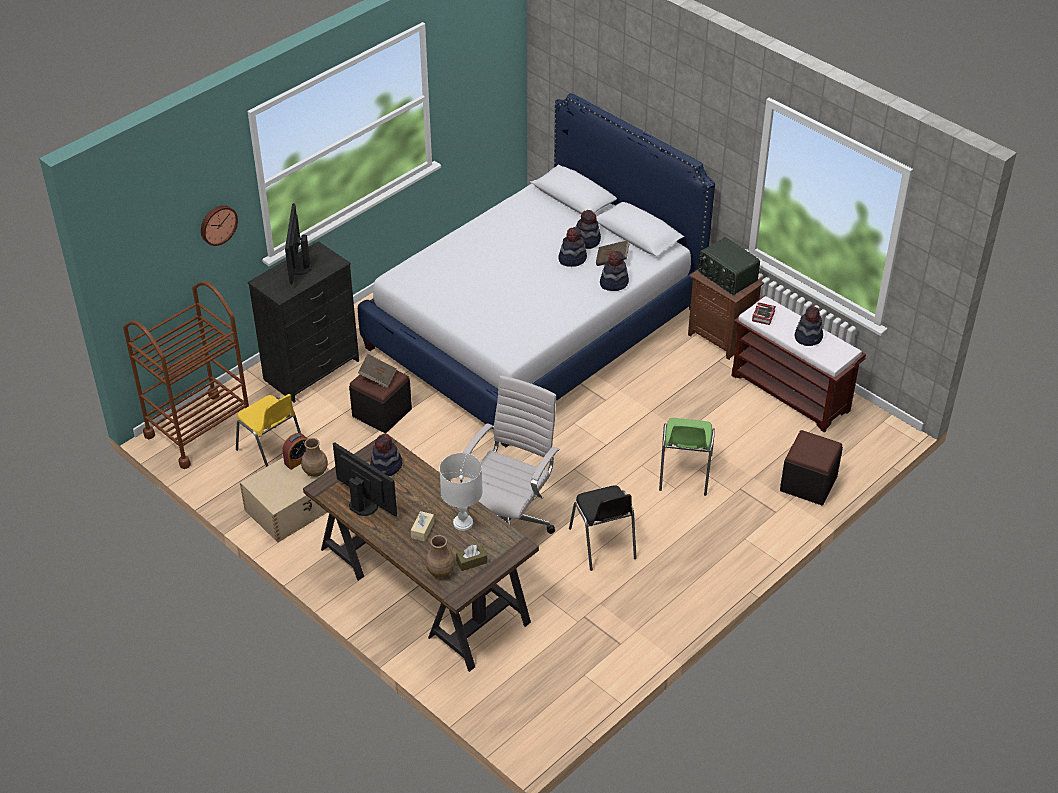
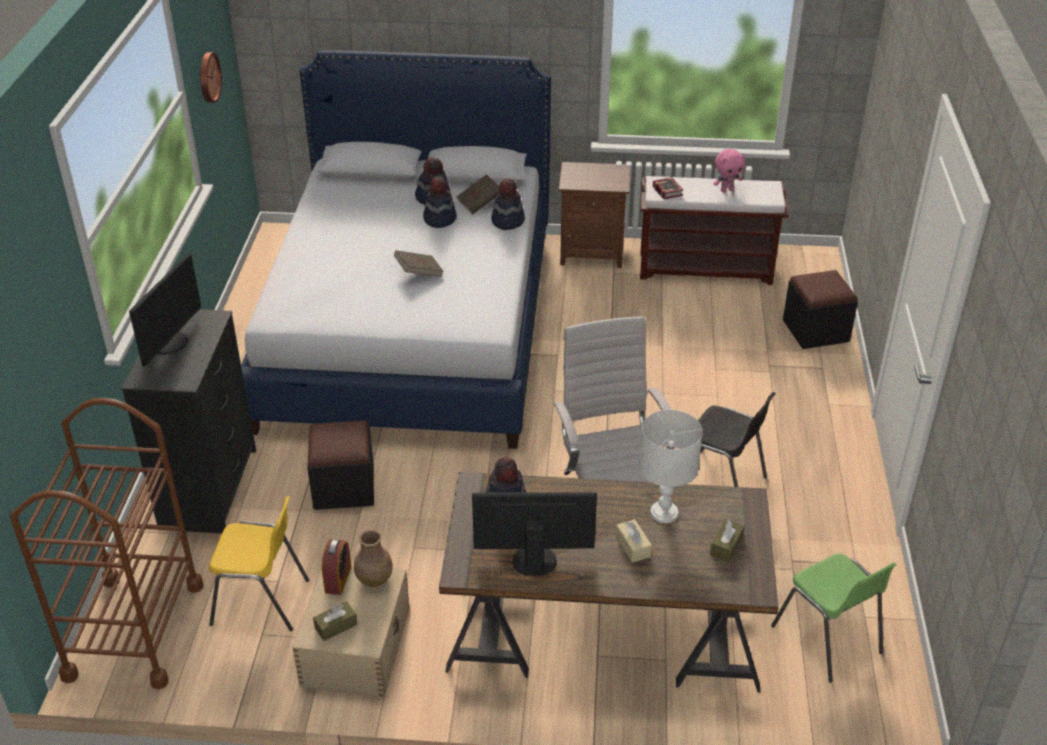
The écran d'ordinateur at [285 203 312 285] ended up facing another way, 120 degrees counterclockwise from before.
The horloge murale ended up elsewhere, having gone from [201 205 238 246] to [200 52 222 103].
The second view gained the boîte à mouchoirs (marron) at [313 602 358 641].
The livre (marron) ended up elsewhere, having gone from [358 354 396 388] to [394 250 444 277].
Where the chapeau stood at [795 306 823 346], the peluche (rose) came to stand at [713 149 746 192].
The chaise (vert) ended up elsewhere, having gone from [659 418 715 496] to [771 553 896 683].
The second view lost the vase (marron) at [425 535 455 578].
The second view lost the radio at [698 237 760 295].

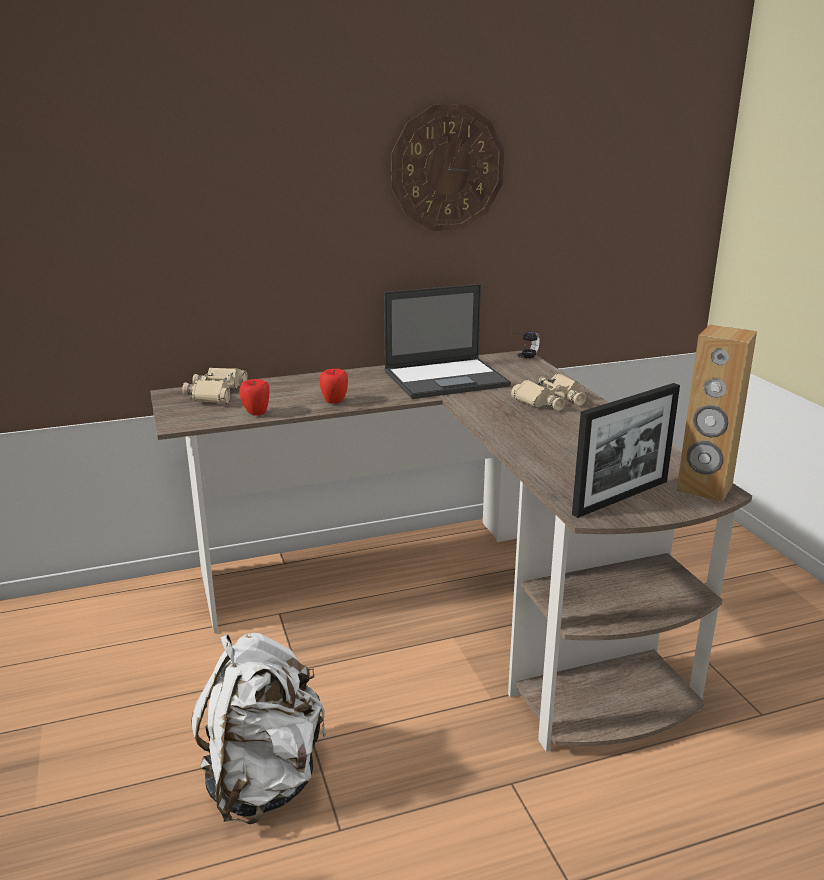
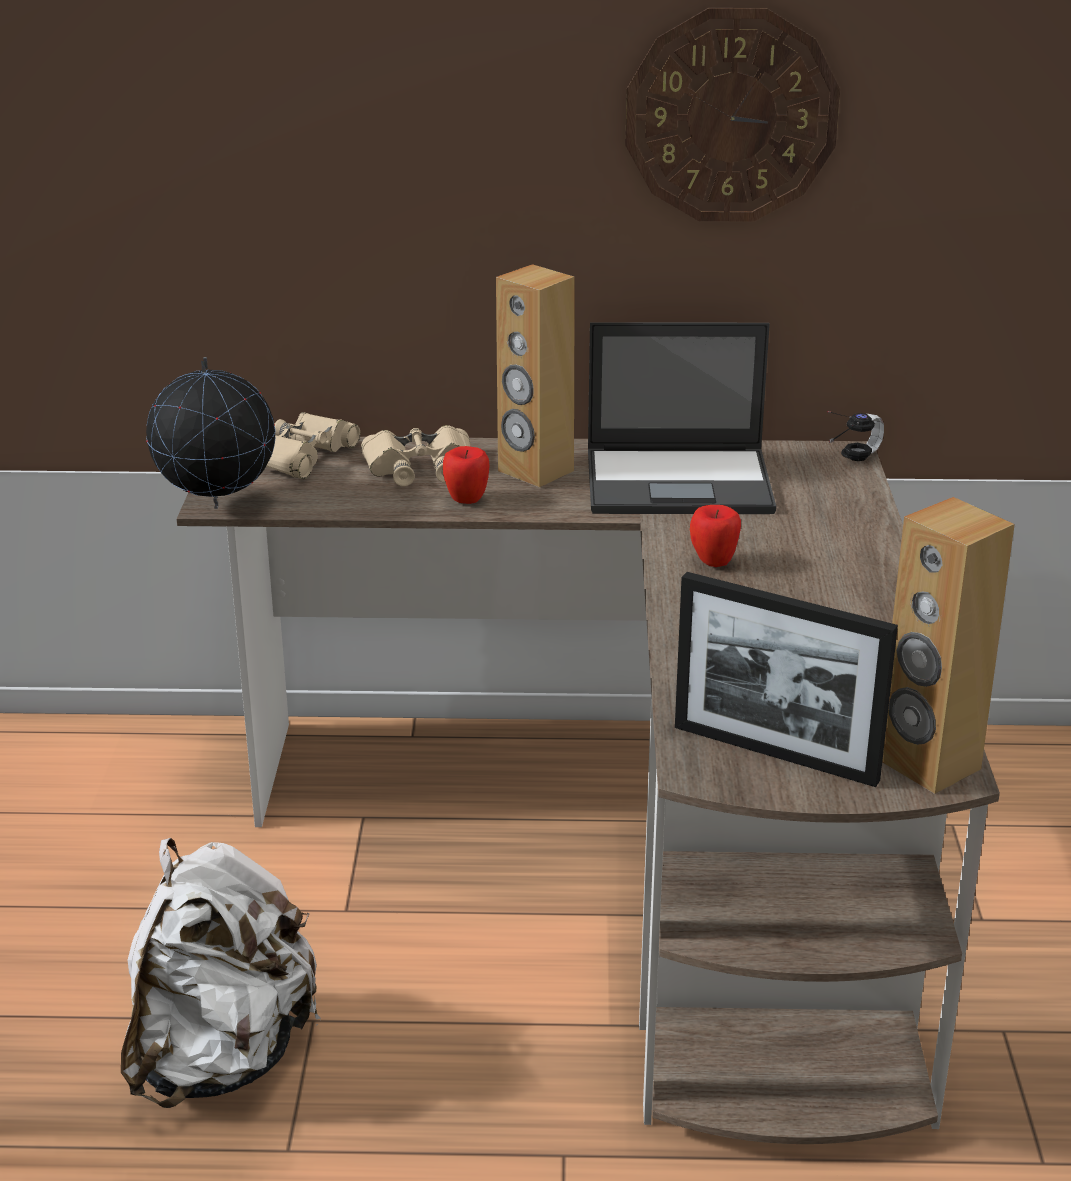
The second view gained the globe at [146 357 275 509].
The jumelles (beige) ended up elsewhere, having gone from [511 373 586 411] to [361 425 470 486].
The second view gained the enceinte (marron) at [496 264 575 487].
The cadre photo at [572 383 680 518] ended up facing another way, 45 degrees clockwise from before.
The pomme ended up elsewhere, having gone from [239 379 270 416] to [690 505 741 567].

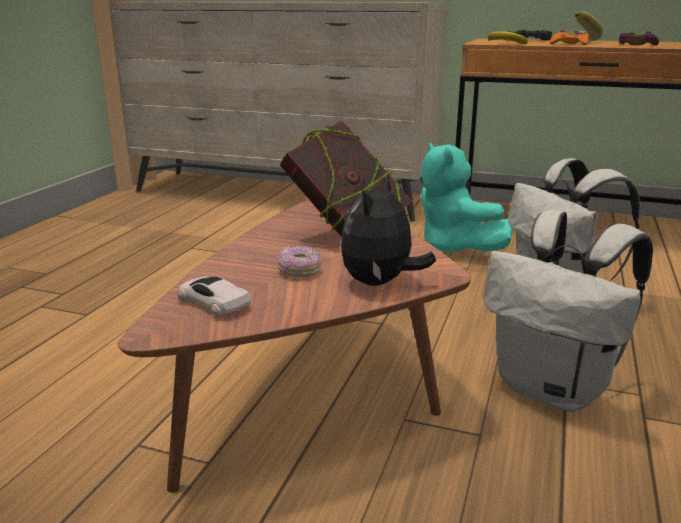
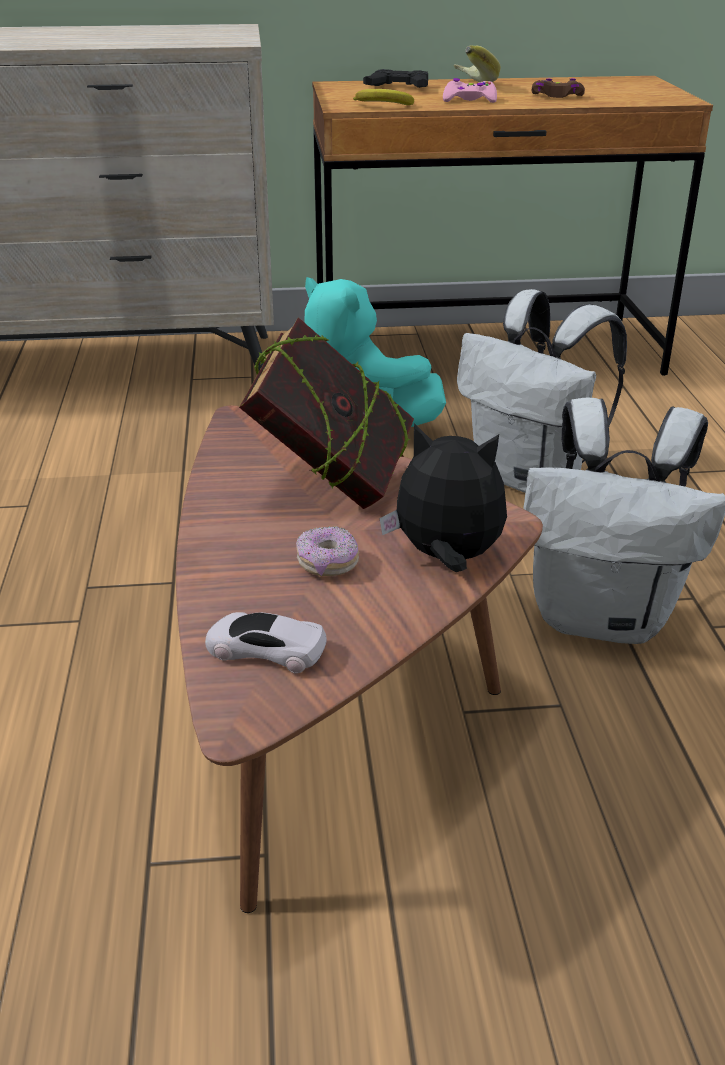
The peluche at [341 175 436 286] ended up facing another way, 105 degrees clockwise from before.
What was the manette (orange) at [550 30 589 45] turned into the manette (rose) at [443 78 497 103].

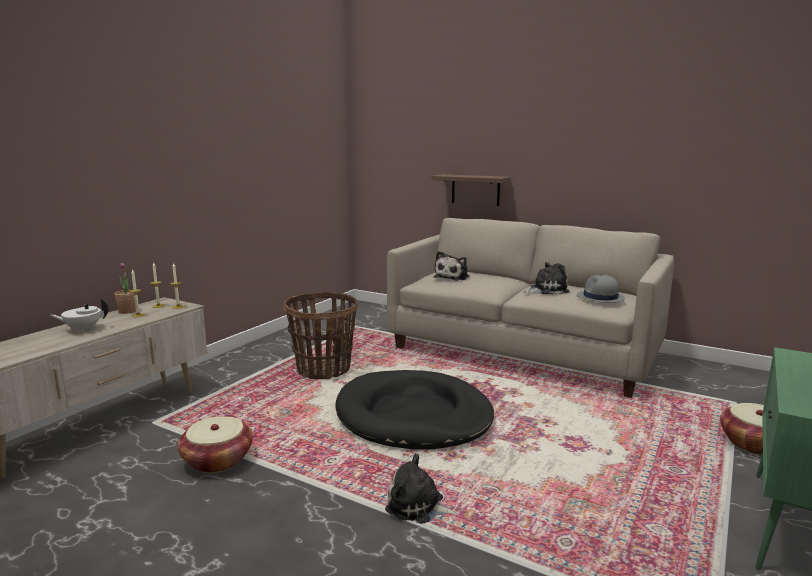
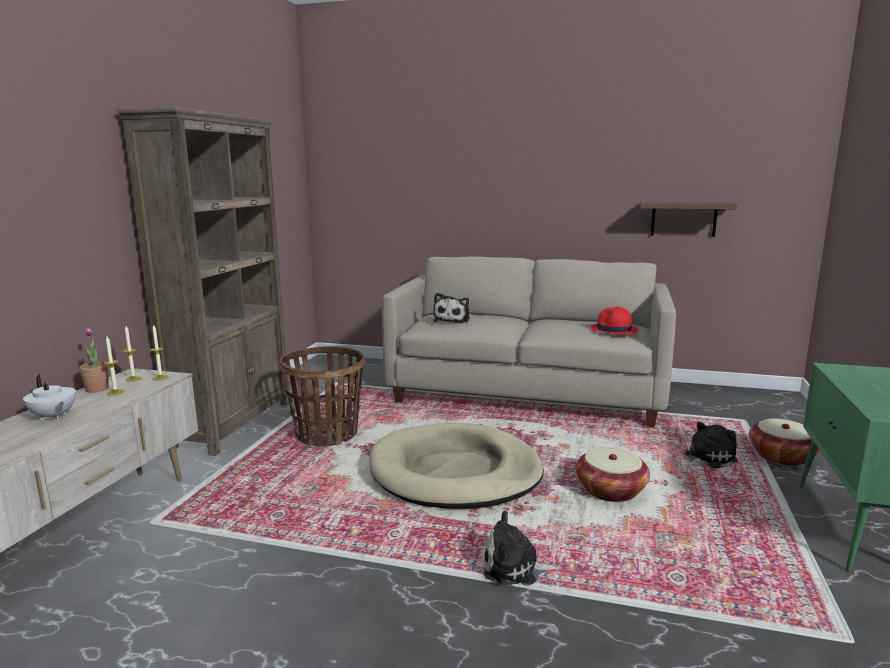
The théière (blanc) at [51 298 108 332] ended up facing another way, 105 degrees counterclockwise from before.
The second view gained the bibliothèque (marron) at [117 106 289 456].
What was the panier pour chien (noir) at [335 370 494 450] turned into the panier pour chien (beige) at [369 423 544 509].
The panier ended up elsewhere, having gone from [178 416 253 473] to [576 447 650 502].
What was the chapeau (gris) at [577 275 625 303] turned into the chapeau (rouge) at [590 307 638 335].
The étagère ended up elsewhere, having gone from [432 174 511 206] to [640 202 738 237].
The peluche ended up elsewhere, having gone from [524 262 570 295] to [684 422 738 469].

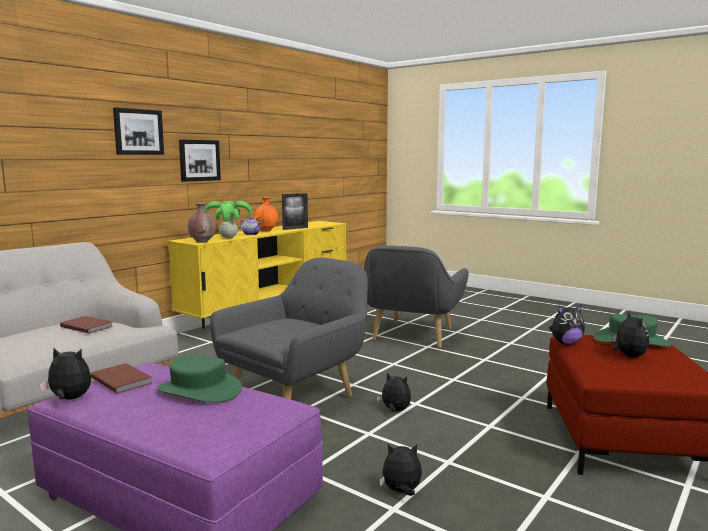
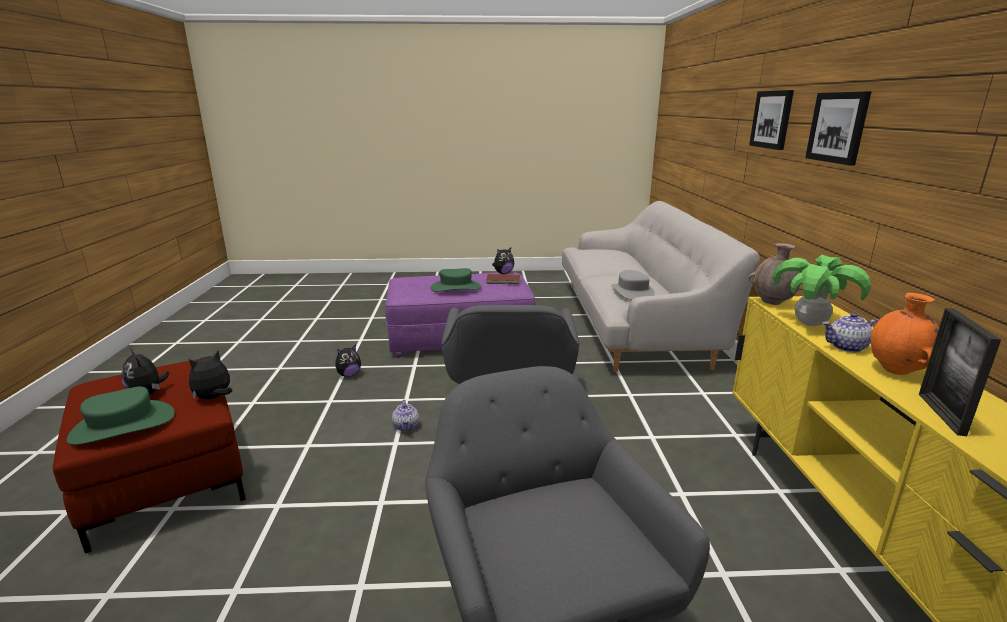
Where the peluche stood at [377 372 411 411], the théière came to stand at [392 400 419 432].
Where the livre (marron) stood at [60 316 113 334], the chapeau (gris) came to stand at [611 270 655 300].
The tableau ended up elsewhere, having gone from [179 140 221 182] to [749 90 794 150].

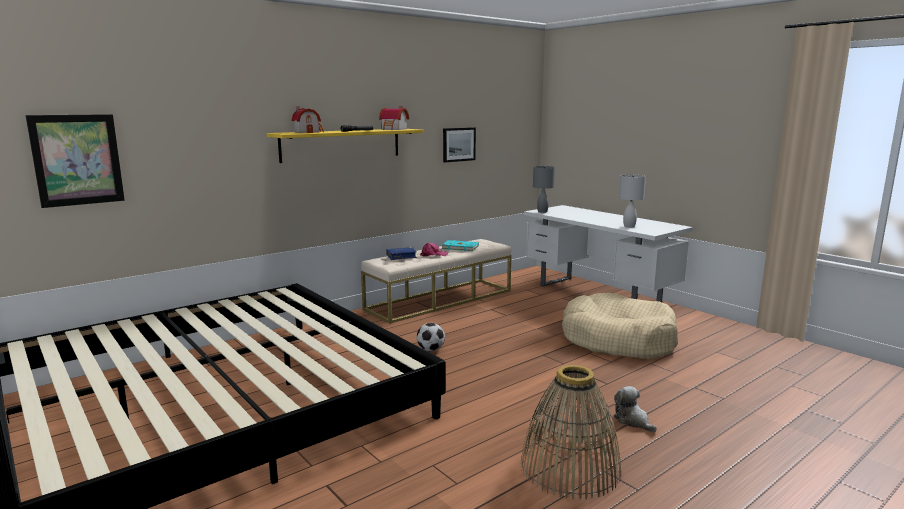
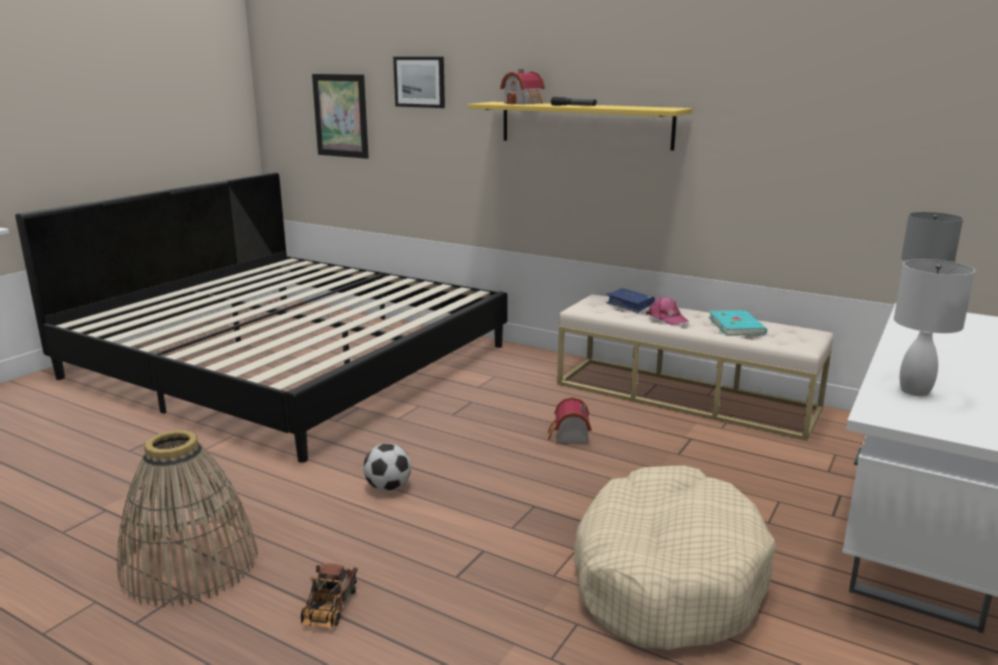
Where the peluche stood at [614 386 657 432], the camion jouet came to stand at [301 563 358 628].
The ballon de foot ended up elsewhere, having gone from [417 323 445 351] to [363 443 411 491].
The tableau ended up elsewhere, having gone from [443 127 476 162] to [393 57 445 108].
The maison miniature ended up elsewhere, having gone from [379 106 409 130] to [548 397 591 444].

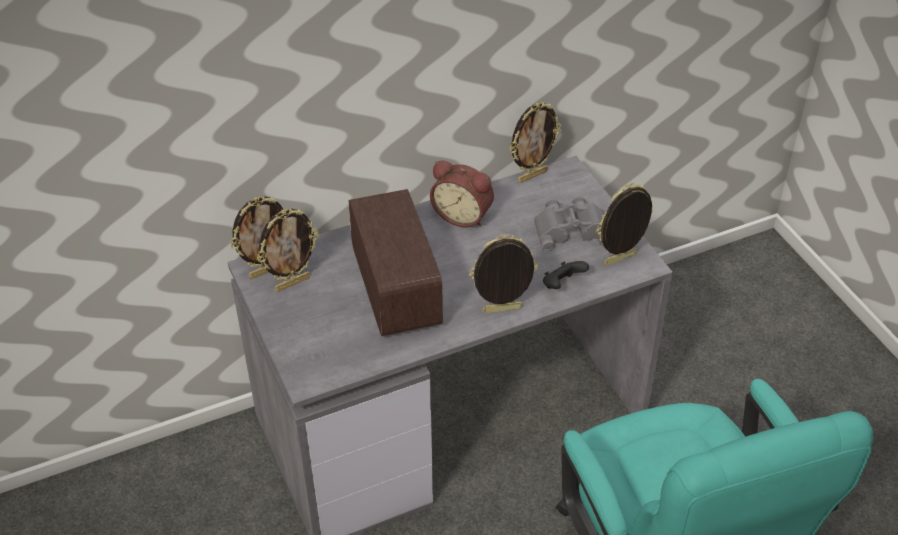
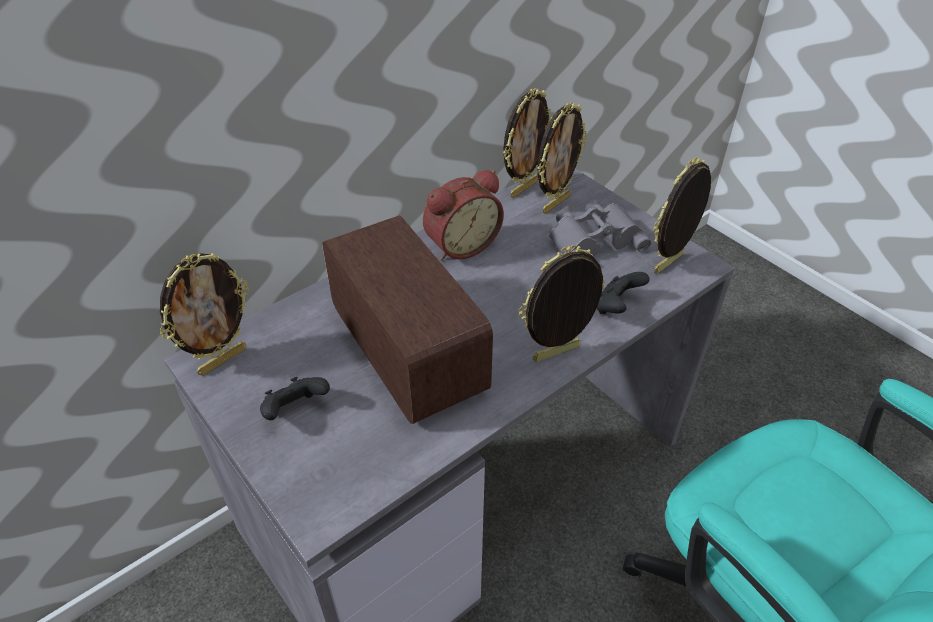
The second view gained the manette (noir) at [260 377 330 420].
The réveil at [430 161 494 227] ended up facing another way, 45 degrees counterclockwise from before.
The cadre photo ended up elsewhere, having gone from [257 208 319 292] to [538 102 587 214].

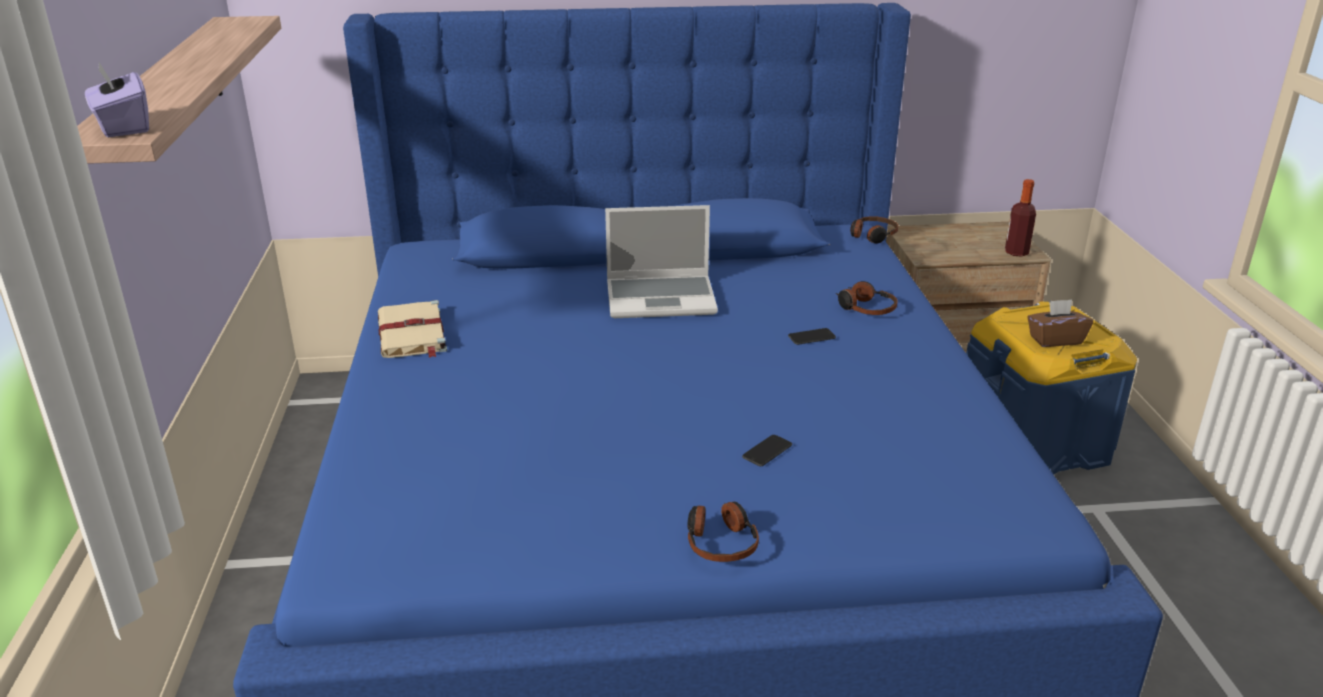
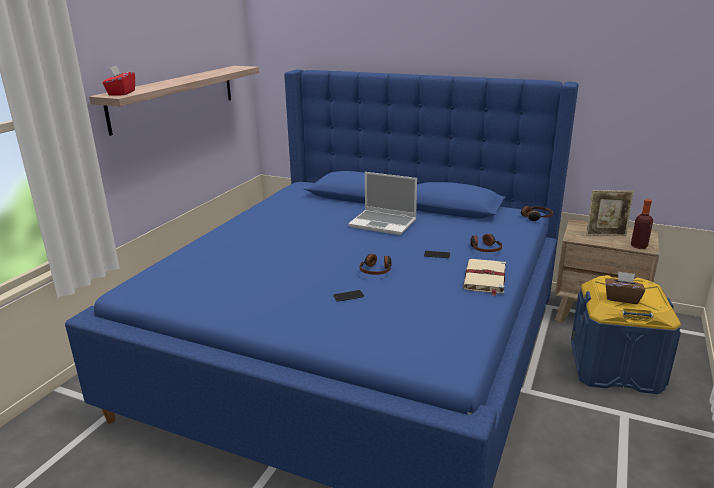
What was the boîte à mouchoirs (violet) at [85 61 149 138] turned into the boîte à mouchoirs (rouge) at [102 65 135 96].
The casque audio ended up elsewhere, having gone from [687 501 759 562] to [360 254 391 275].
The livre (beige) ended up elsewhere, having gone from [378 300 447 358] to [463 259 506 296].
The second view gained the cadre photo at [586 190 634 236].

